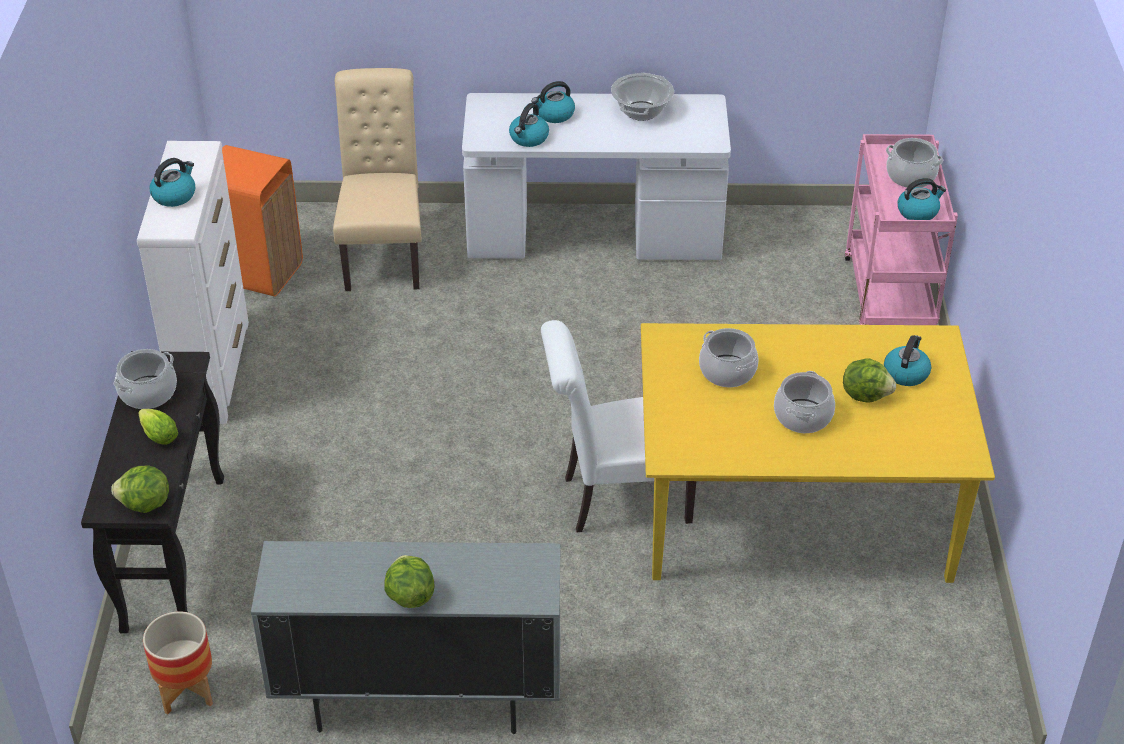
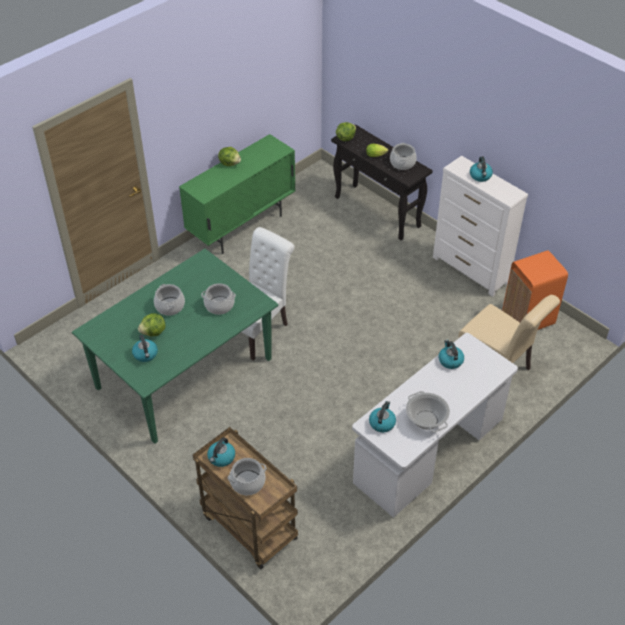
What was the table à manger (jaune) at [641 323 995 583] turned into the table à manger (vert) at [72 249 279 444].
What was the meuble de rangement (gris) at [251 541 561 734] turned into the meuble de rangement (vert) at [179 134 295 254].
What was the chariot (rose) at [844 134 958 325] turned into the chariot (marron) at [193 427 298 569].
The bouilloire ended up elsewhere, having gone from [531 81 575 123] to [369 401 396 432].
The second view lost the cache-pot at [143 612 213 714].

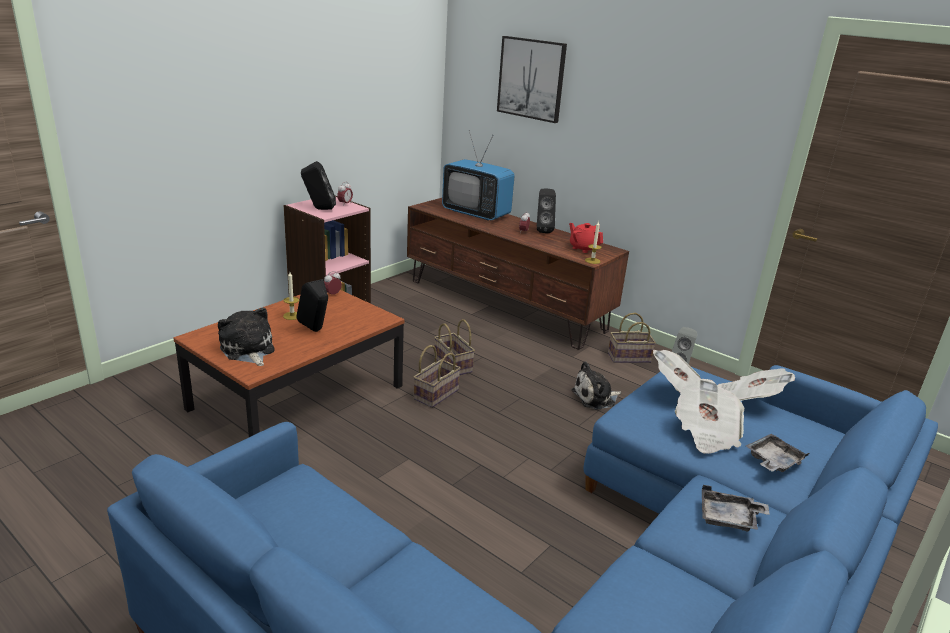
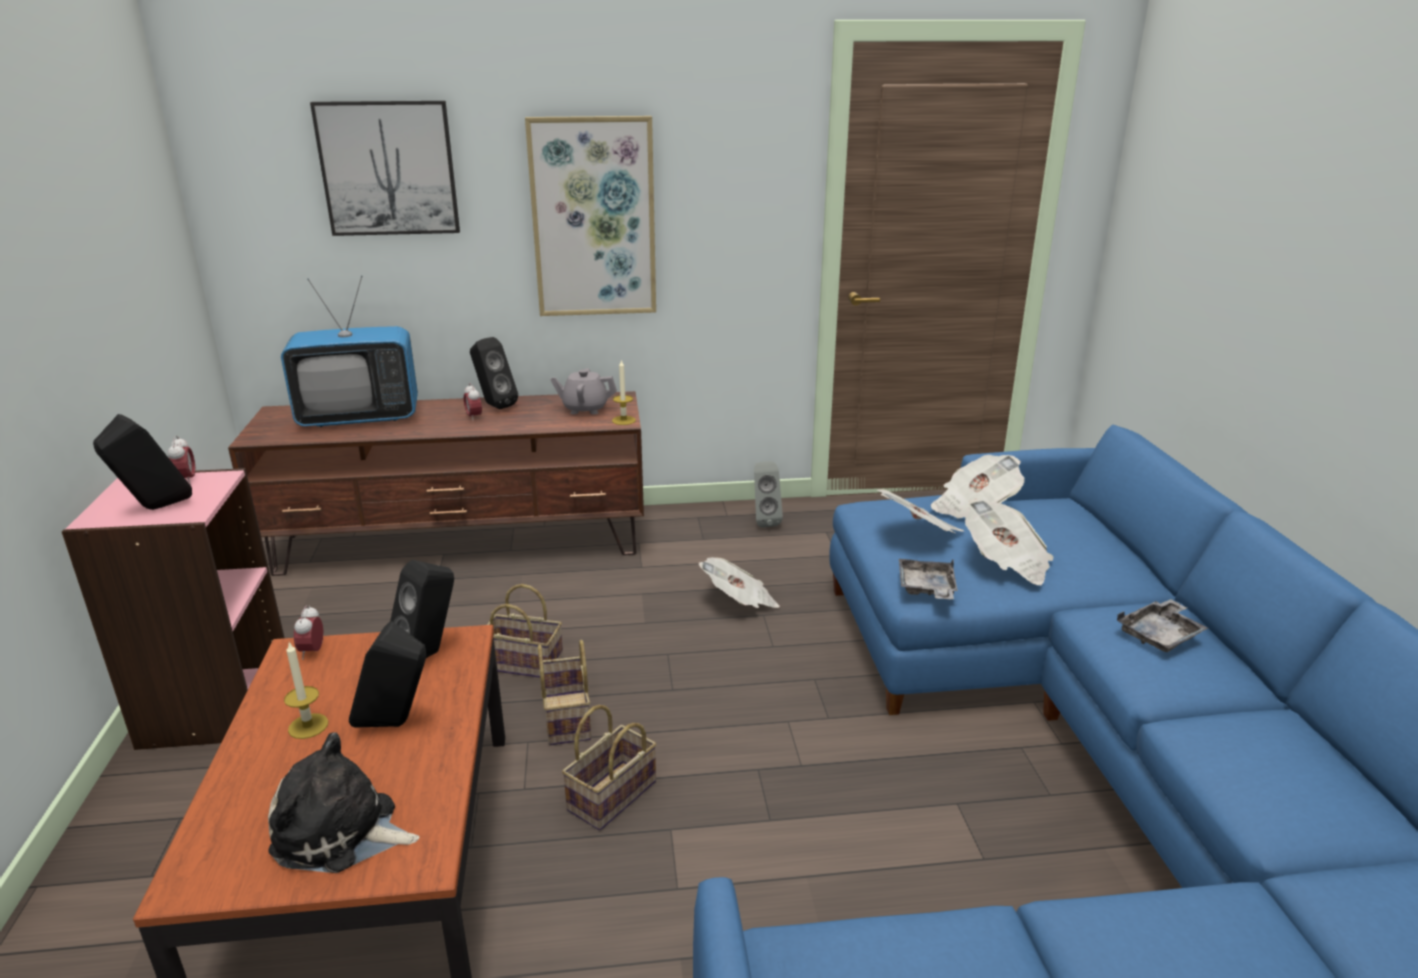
The second view gained the enceinte (noir) at [390 560 454 658].
The second view gained the tableau at [525 116 656 316].
What was the théière (rouge) at [569 223 603 253] turned into the théière (gris) at [550 368 617 415].
The panier ended up elsewhere, having gone from [608 313 656 363] to [562 705 657 830].
Where the peluche stood at [571 361 621 410], the journal came to stand at [698 557 780 608].
The plateau (gris) ended up elsewhere, having gone from [746 434 809 472] to [899 559 958 599].

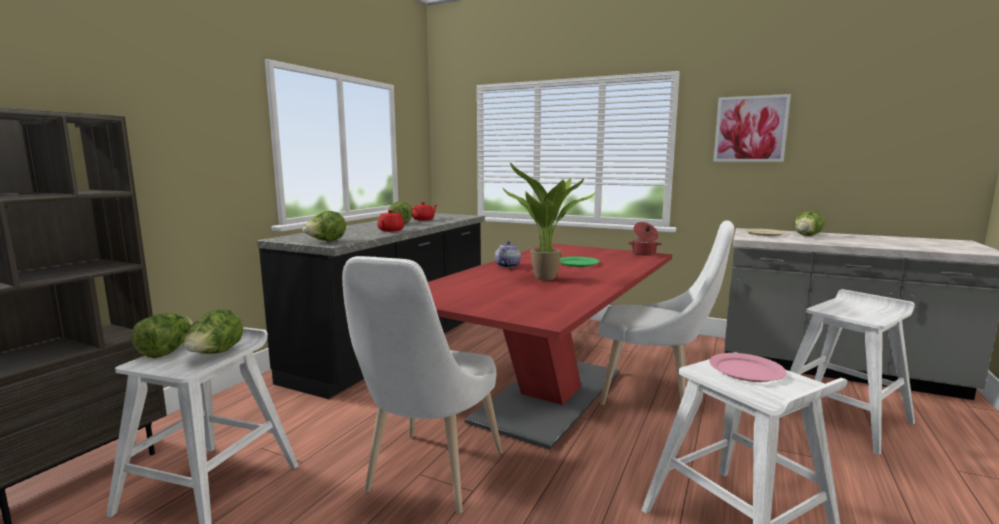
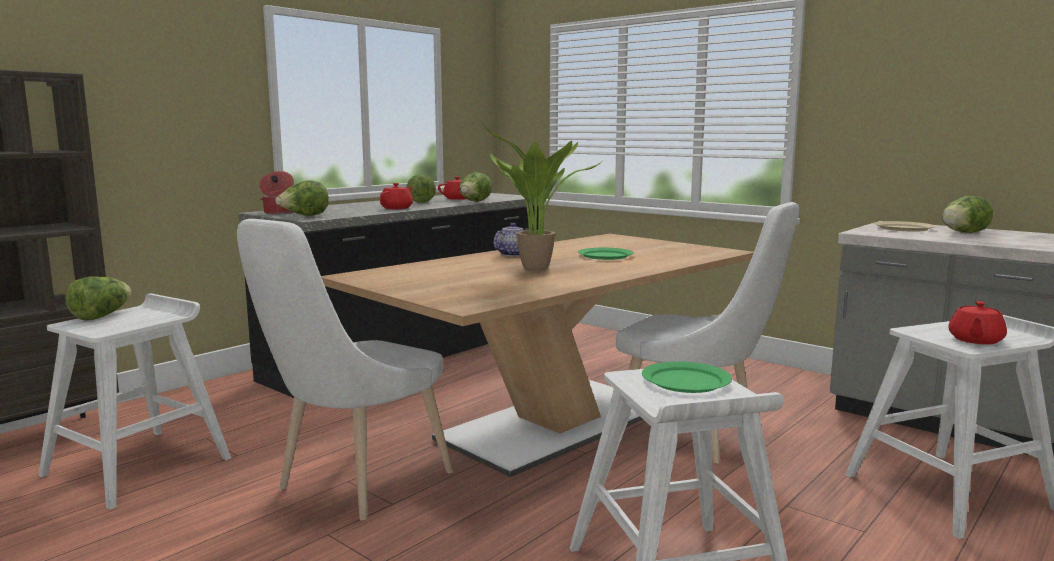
The marmite ended up elsewhere, having gone from [628 222 662 256] to [259 171 294 215].
What was the table à manger (rouge) at [428 243 672 450] turned into the table à manger (beige) at [321 234 754 477].
The laitue ended up elsewhere, having gone from [184 309 243 354] to [459 172 492 202].
What was the assiette (rose) at [709 353 787 382] turned into the assiette (vert) at [642 361 732 393].
The second view gained the théière (rouge) at [948 301 1007 345].
The second view lost the tableau at [713 94 791 162].

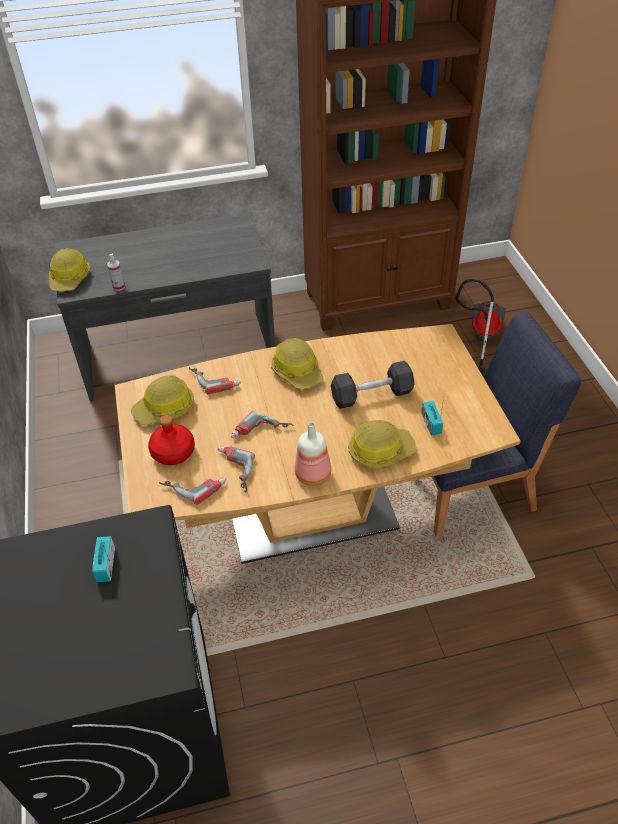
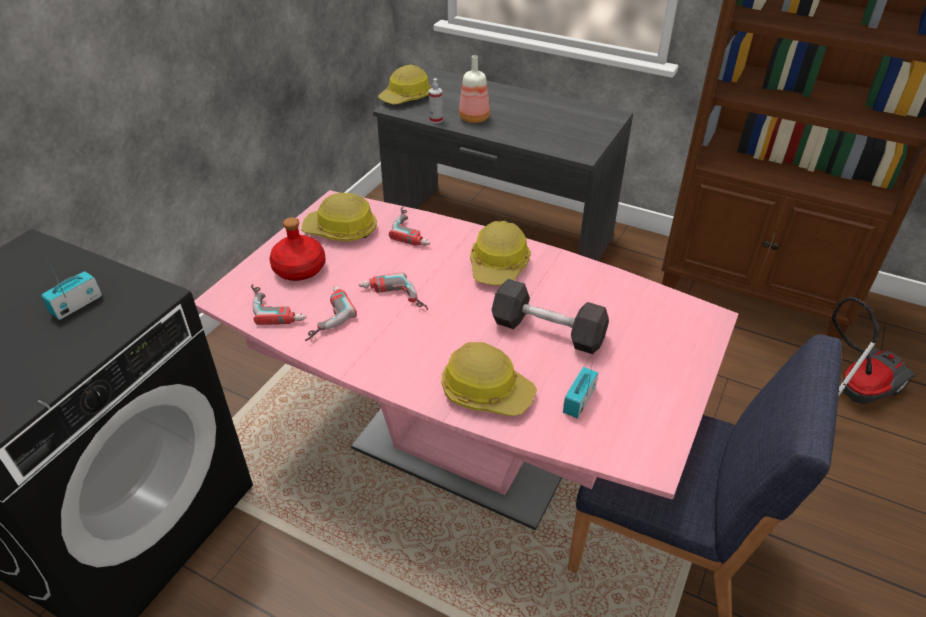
What was the table à manger (marron) at [115 324 520 564] turned into the table à manger (rose) at [194 190 738 530].
The bouteille ended up elsewhere, having gone from [295 422 331 486] to [459 55 490 123].

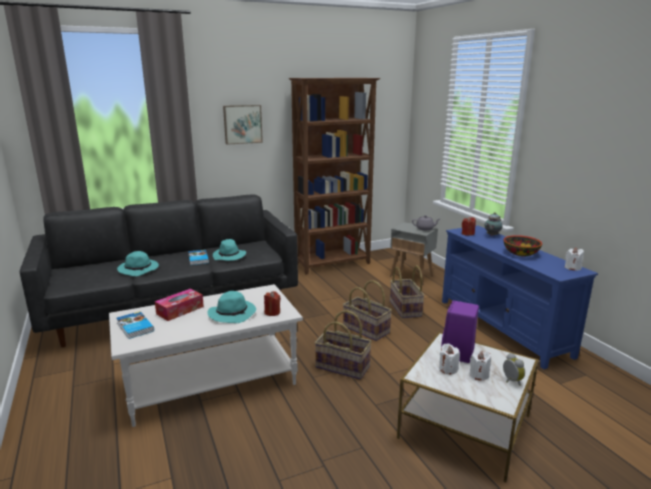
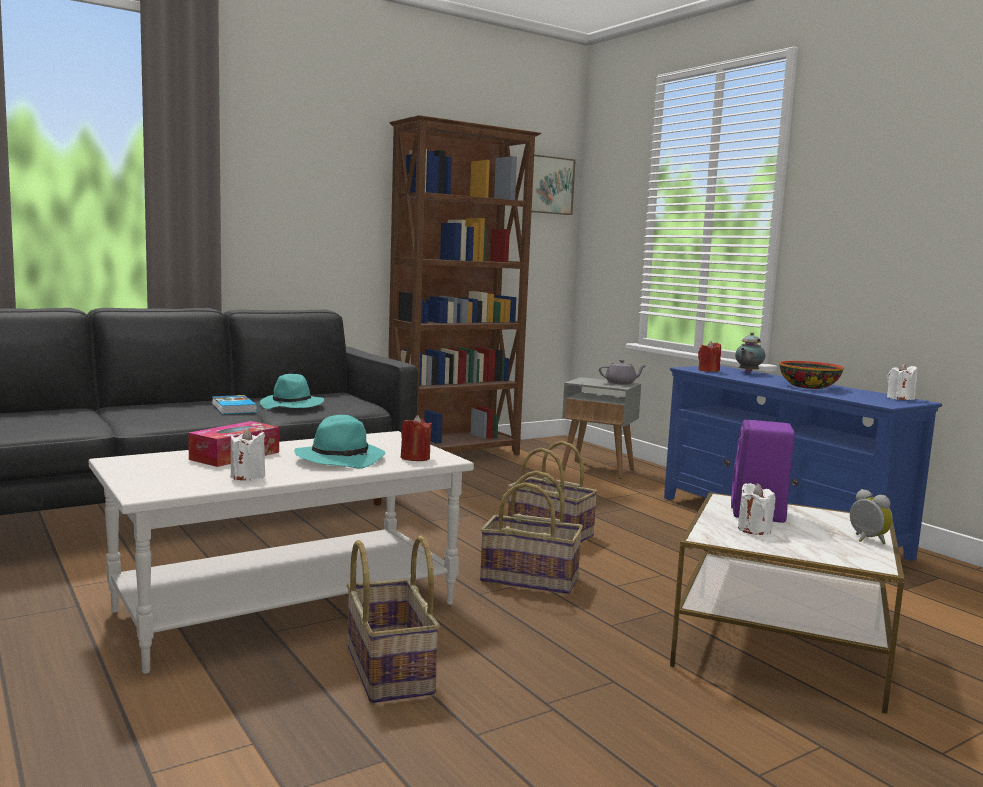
The bougie (blanc) ended up elsewhere, having gone from [470 351 491 380] to [231 428 265 480].
The panier ended up elsewhere, having gone from [390 265 425 318] to [347 535 440 703].
The tableau ended up elsewhere, having gone from [223 105 263 145] to [531 154 576 215].
The second view lost the chapeau (turquoise) at [117 251 159 276].
The second view lost the livre at [117 311 154 339].

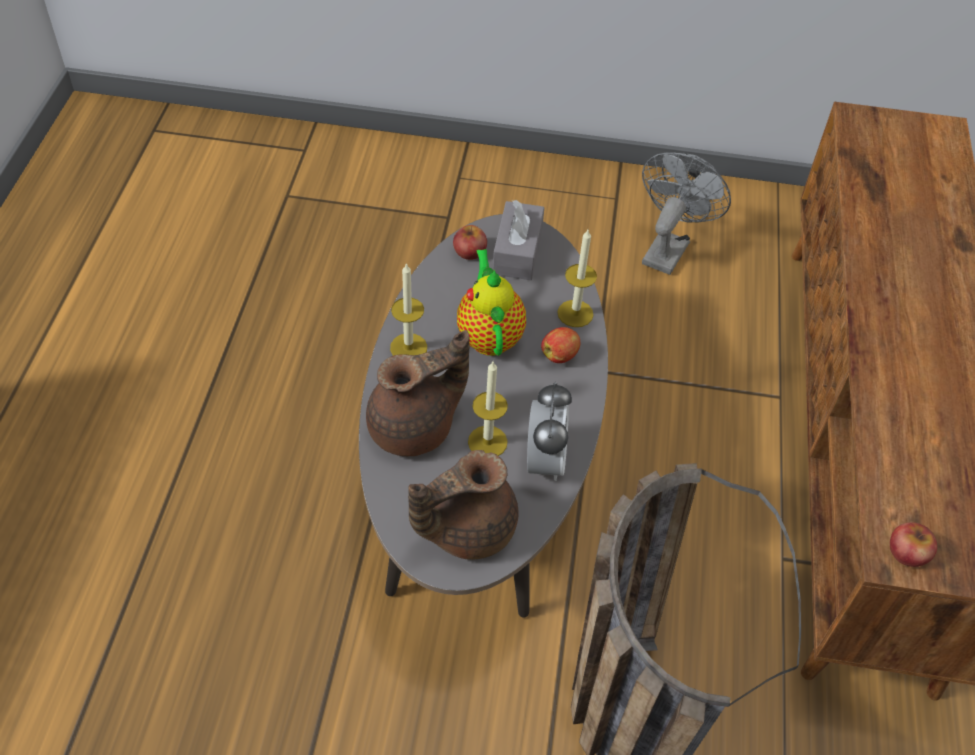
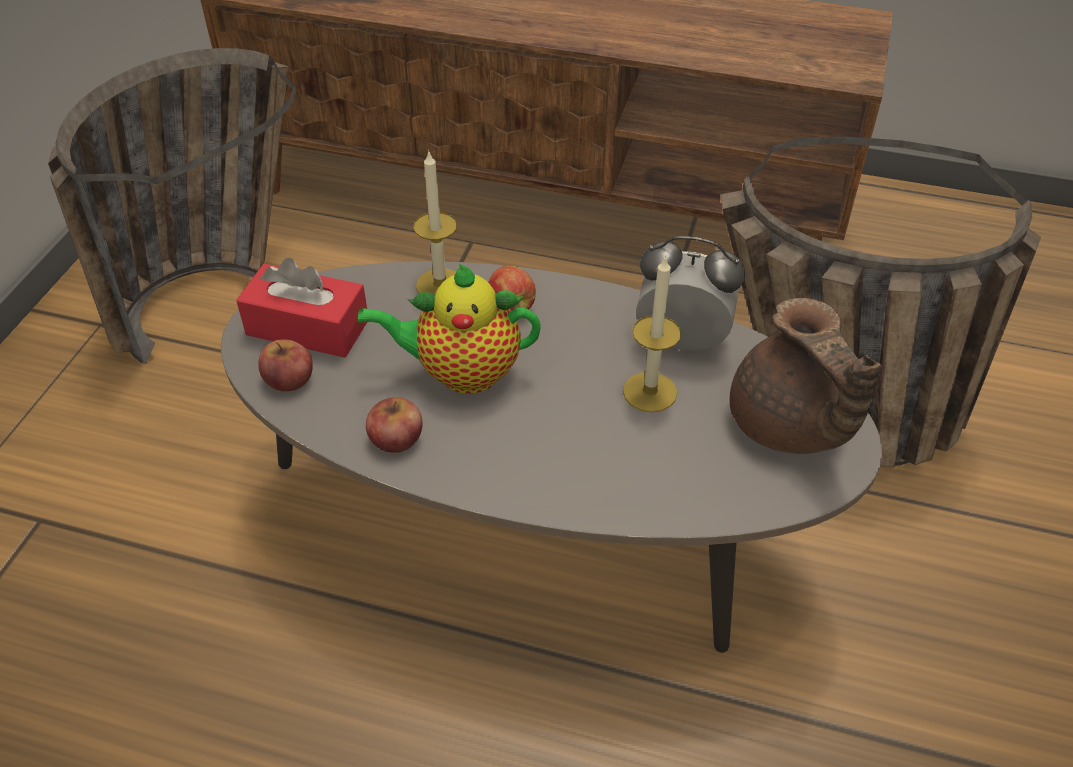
Where the ventilateur (gris) stood at [642 153 731 275], the panier came to stand at [48 48 296 364].
What was the boîte à mouchoirs (gris) at [493 200 545 280] turned into the boîte à mouchoirs (rouge) at [236 258 367 358].
The pomme ended up elsewhere, having gone from [890 522 937 567] to [366 397 423 453].
The second view lost the théière (marron) at [366 330 469 456].
The second view lost the bougie at [390 263 427 356].

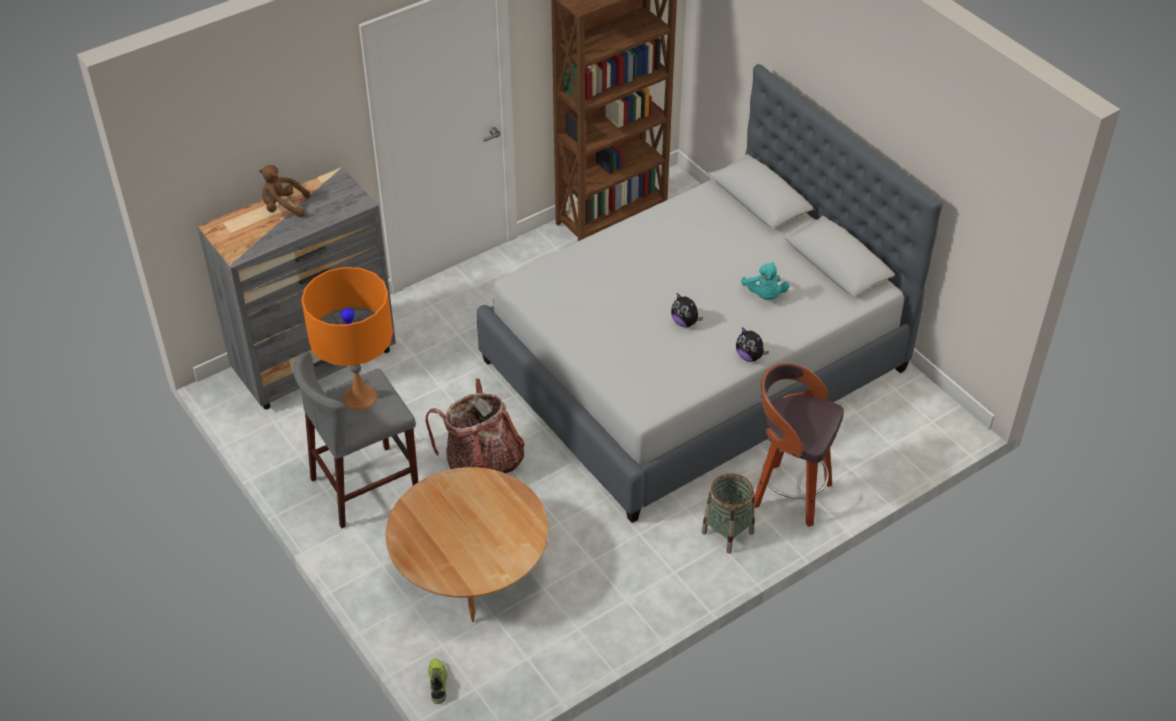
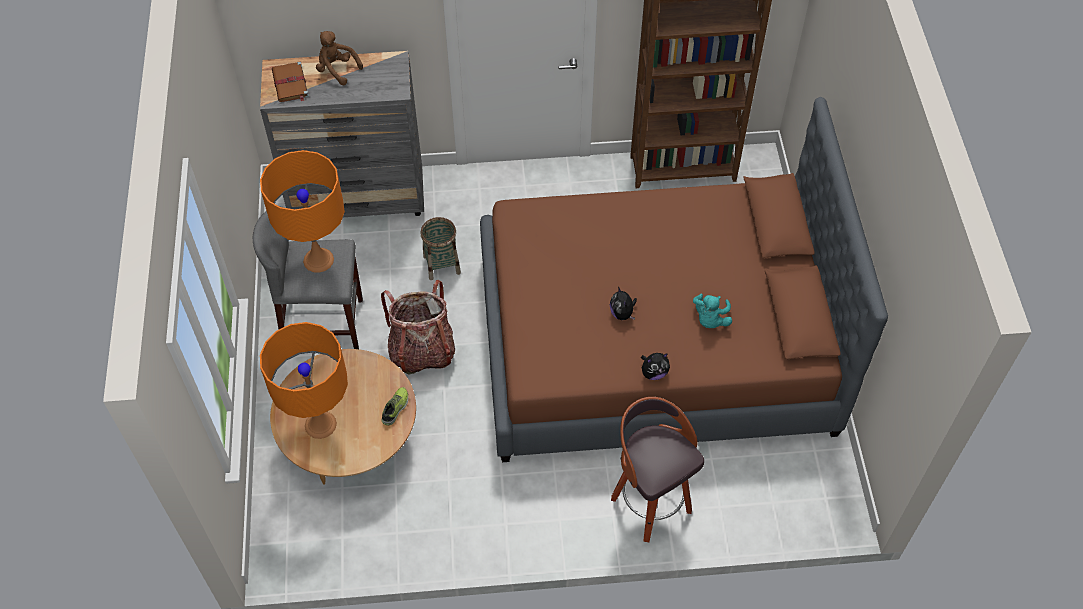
The second view gained the lampe de table (orange) at [260 322 348 439].
The second view gained the livre (marron) at [272 62 309 102].
The chaussure ended up elsewhere, having gone from [428 658 448 704] to [382 387 408 425].
The panier ended up elsewhere, having gone from [701 473 755 554] to [420 217 461 280].
What was the lit (gris) at [477 64 943 523] turned into the lit (marron) at [480 97 888 462].
The peluche at [736 327 769 362] ended up facing another way, 90 degrees counterclockwise from before.

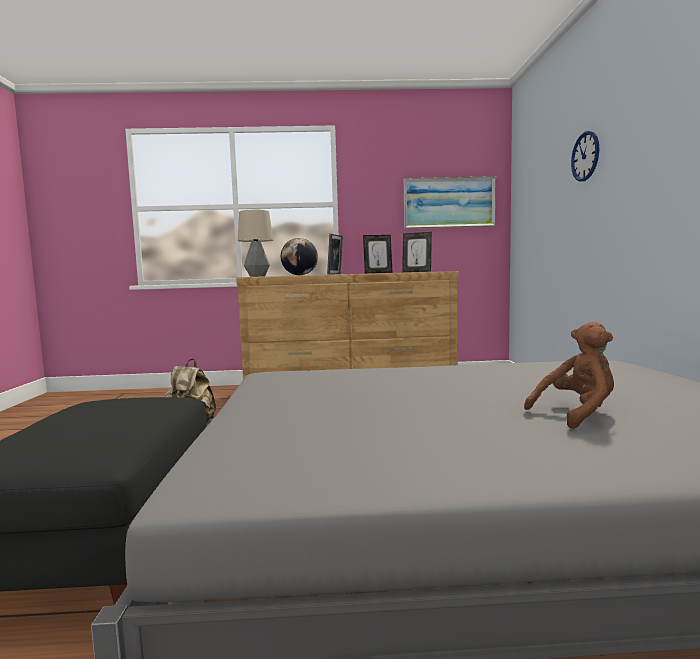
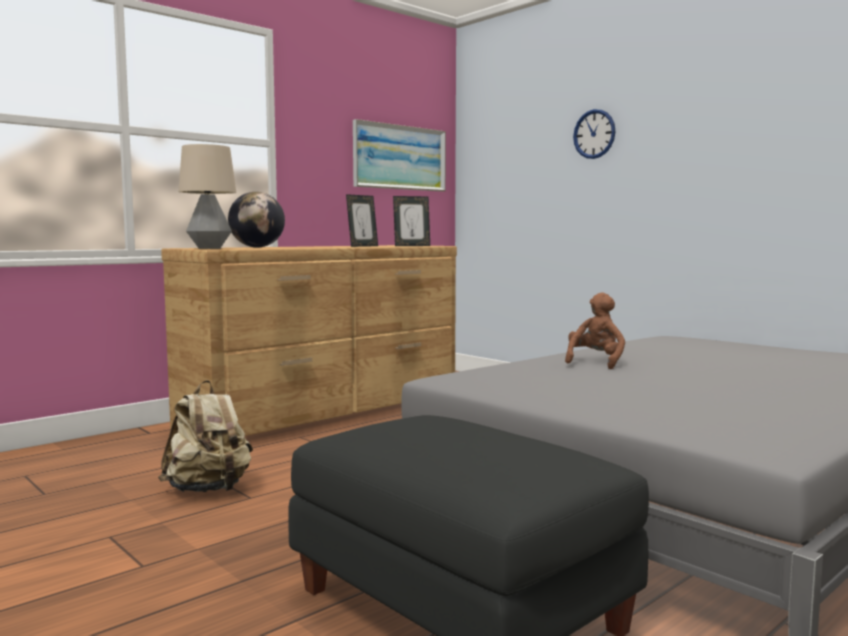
The peluche (marron) ended up elsewhere, having gone from [524 322 614 429] to [565 292 625 369].
The second view lost the cadre photo at [327 234 343 275].

